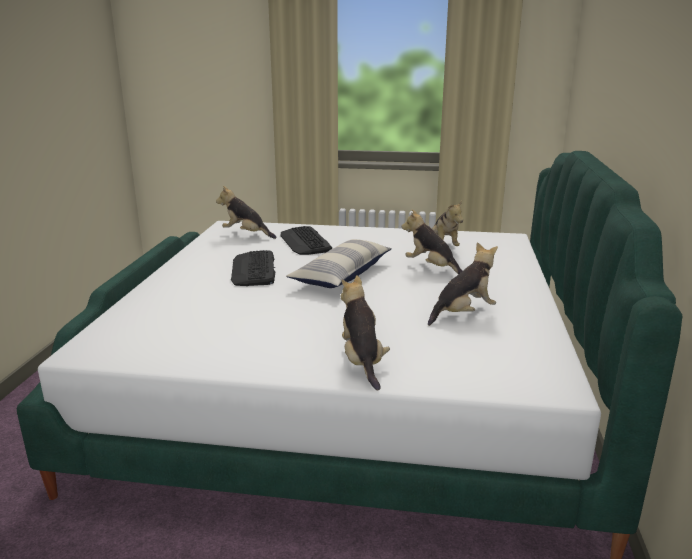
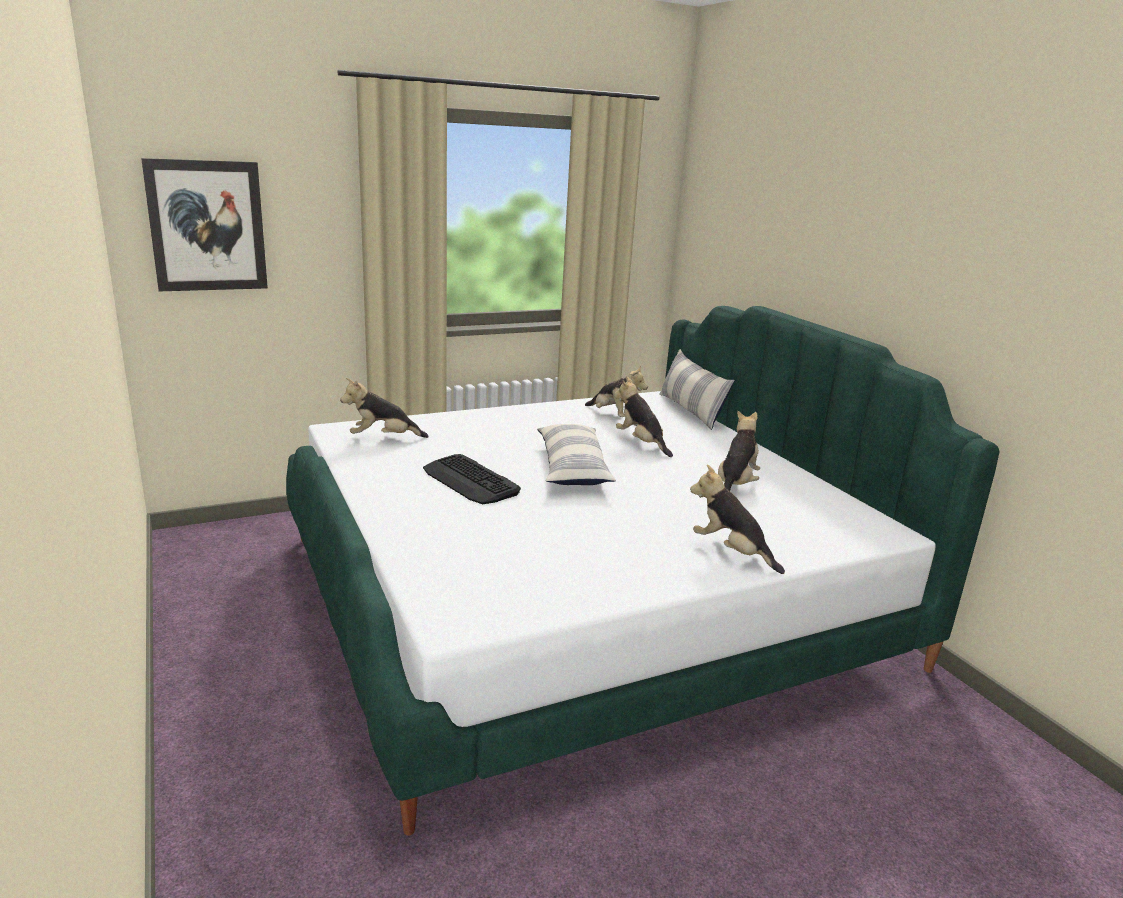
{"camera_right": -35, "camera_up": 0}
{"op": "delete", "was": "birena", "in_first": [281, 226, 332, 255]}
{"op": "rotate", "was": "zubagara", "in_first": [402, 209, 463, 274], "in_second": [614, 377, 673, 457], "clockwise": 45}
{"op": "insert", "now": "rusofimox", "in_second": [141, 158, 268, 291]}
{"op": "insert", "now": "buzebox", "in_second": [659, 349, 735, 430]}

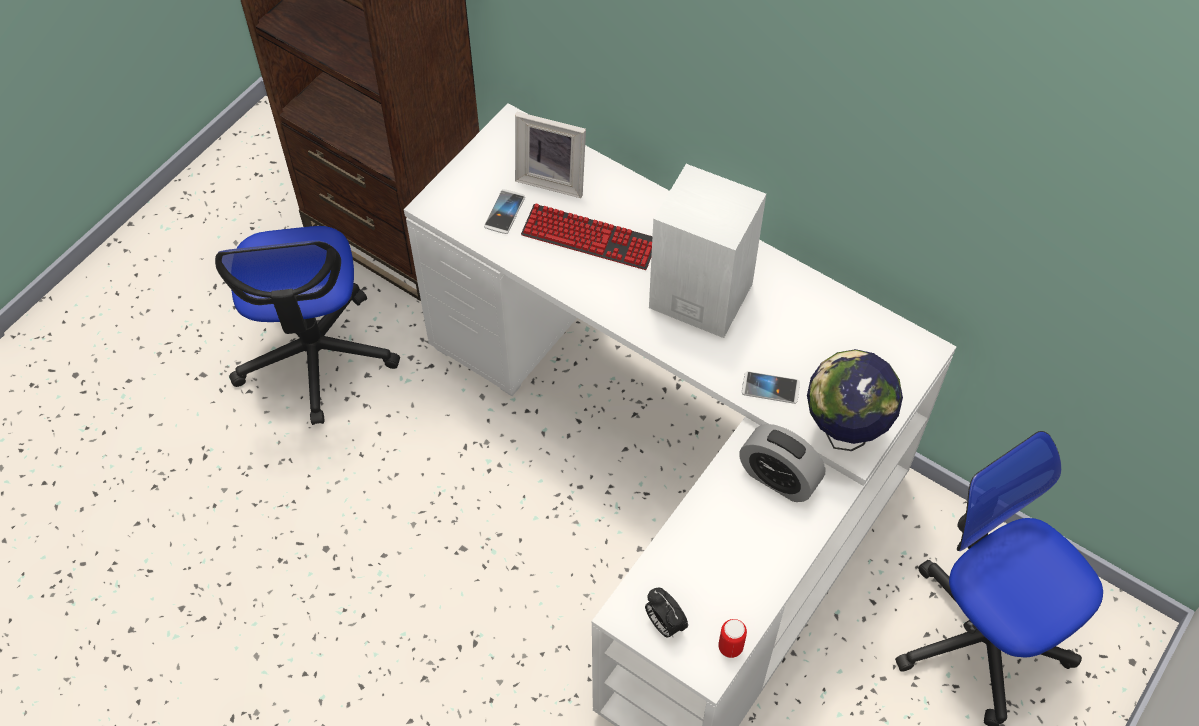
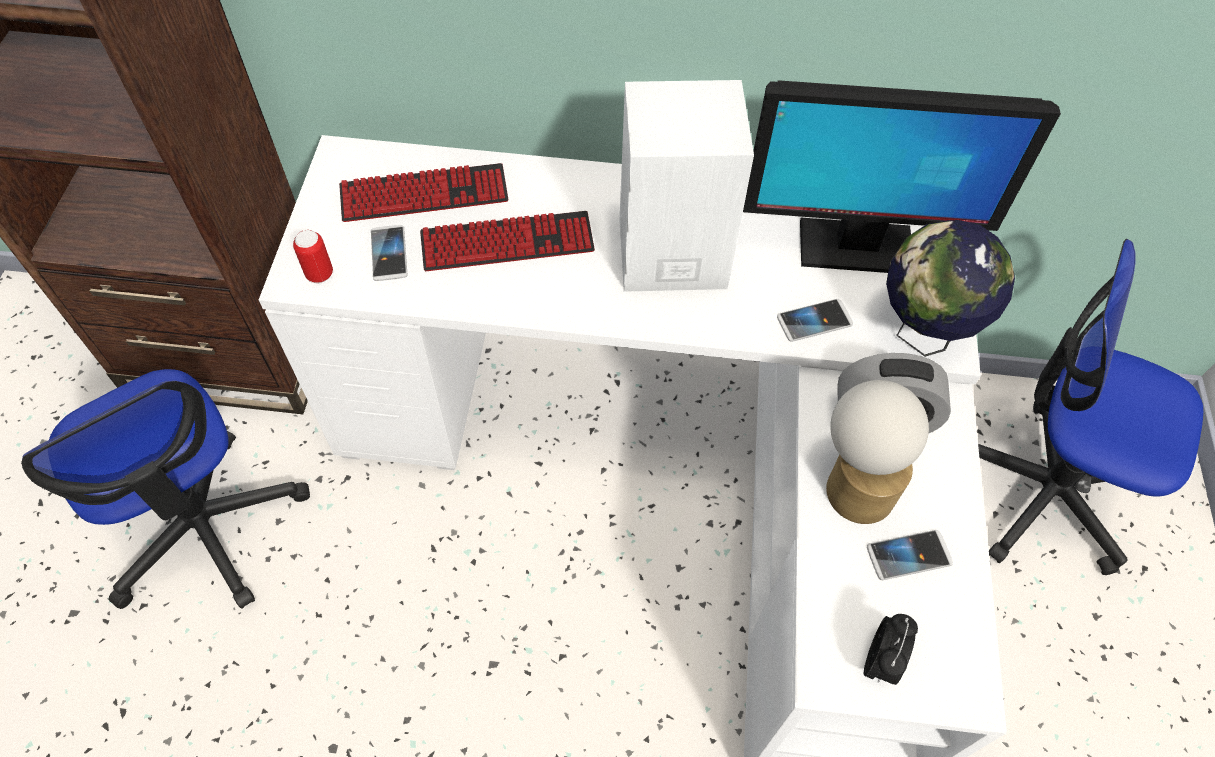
{"camera_right": -30, "camera_up": 0}
{"op": "replace", "was": "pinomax", "now": "birena", "in_first": [515, 112, 586, 198], "in_second": [339, 163, 508, 222]}
{"op": "rotate", "was": "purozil", "in_first": [645, 588, 688, 638], "in_second": [864, 614, 918, 685], "clockwise": -90}
{"op": "move", "was": "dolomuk", "in_first": [718, 619, 747, 658], "in_second": [293, 230, 333, 283]}
{"op": "insert", "now": "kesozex", "in_second": [743, 80, 1061, 273]}
{"op": "insert", "now": "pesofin", "in_second": [826, 380, 929, 524]}
{"op": "insert", "now": "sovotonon", "in_second": [867, 530, 953, 580]}

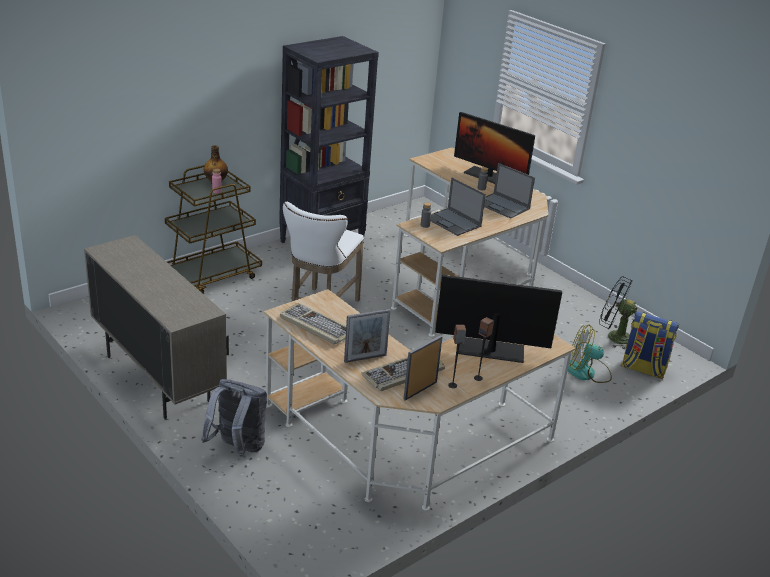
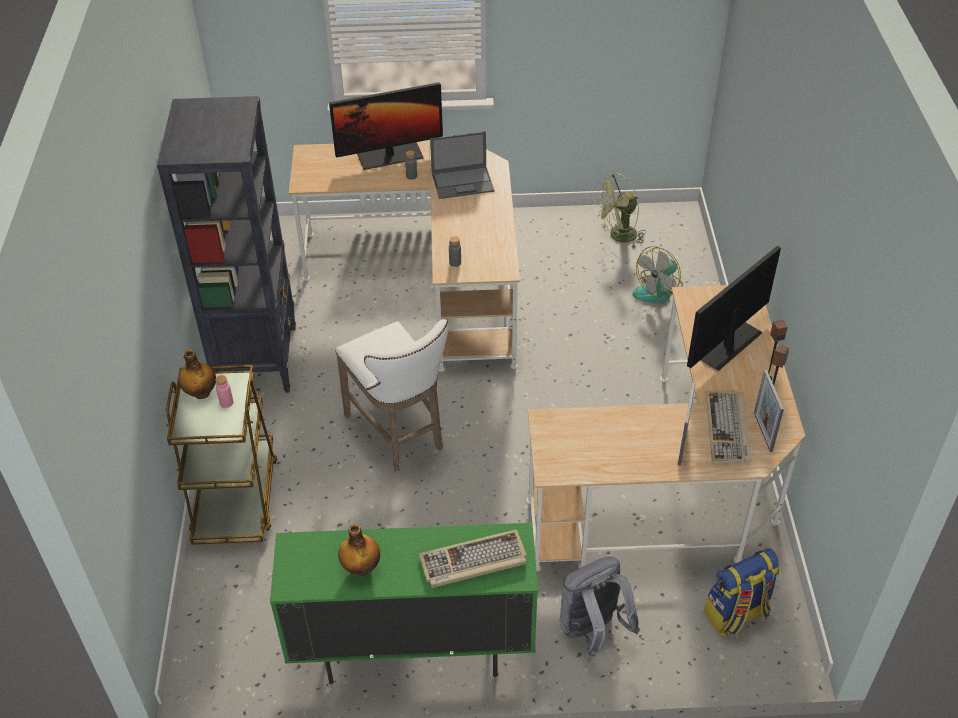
{"camera_right": -50, "camera_up": 15}
{"op": "recolor", "was": "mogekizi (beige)", "now": "mogekizi (green)", "in_first": [84, 235, 229, 419], "in_second": [270, 523, 538, 684]}
{"op": "move", "was": "birena", "in_first": [280, 303, 346, 344], "in_second": [419, 530, 527, 588]}
{"op": "delete", "was": "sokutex", "in_first": [430, 178, 486, 236]}
{"op": "recolor", "was": "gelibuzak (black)", "now": "gelibuzak (green)", "in_first": [599, 277, 638, 349], "in_second": [593, 173, 646, 249]}
{"op": "move", "was": "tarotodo", "in_first": [621, 311, 679, 379], "in_second": [704, 548, 780, 636]}
{"op": "insert", "now": "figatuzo", "in_second": [338, 524, 380, 576]}

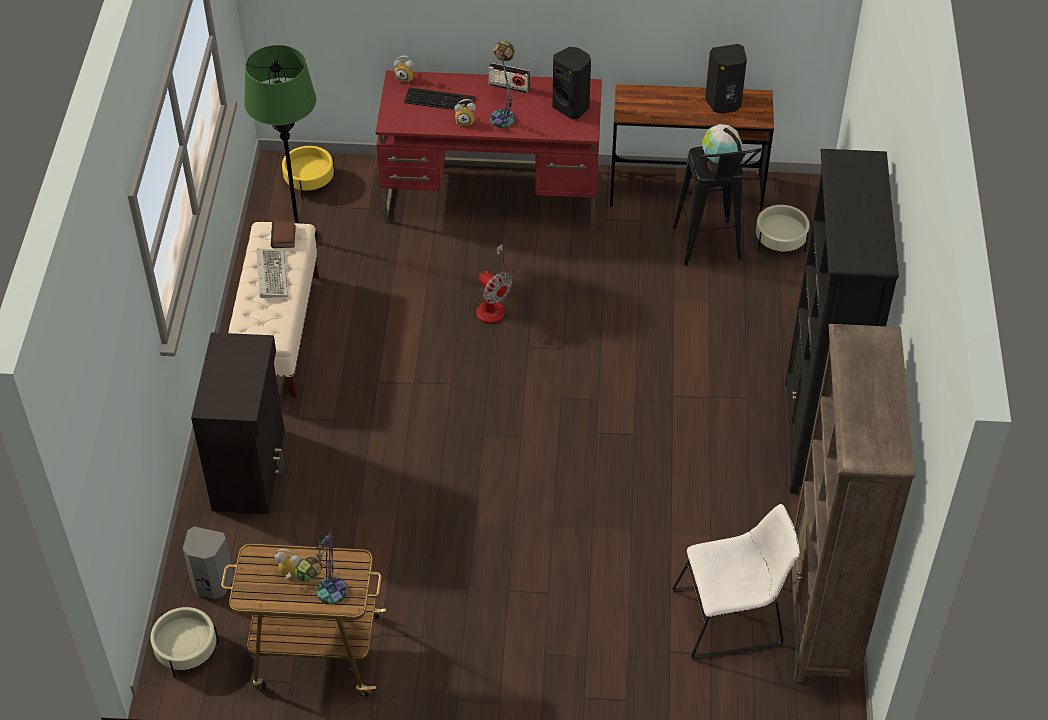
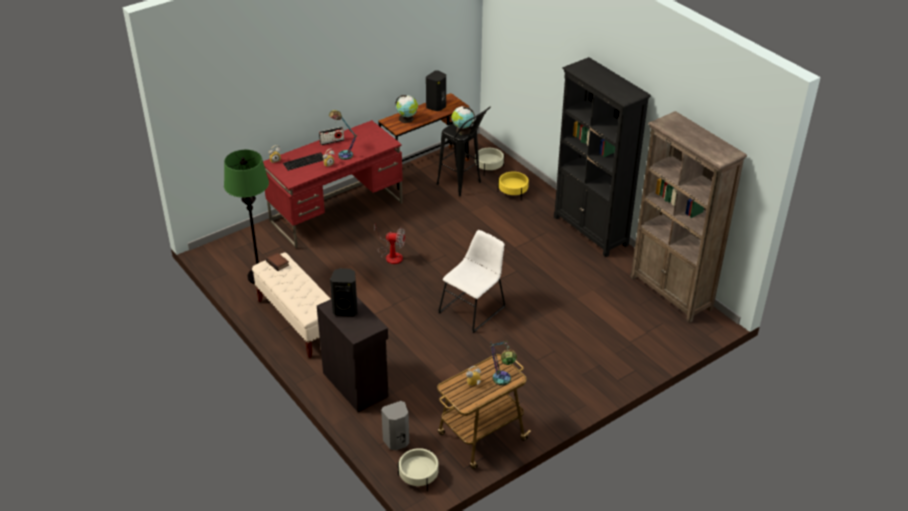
{"camera_right": -40, "camera_up": -10}
{"op": "delete", "was": "birena", "in_first": [256, 249, 288, 298]}
{"op": "move", "was": "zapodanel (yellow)", "in_first": [282, 146, 335, 200], "in_second": [498, 171, 529, 199]}
{"op": "move", "was": "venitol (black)", "in_first": [552, 47, 591, 119], "in_second": [330, 268, 358, 316]}
{"op": "move", "was": "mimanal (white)", "in_first": [672, 504, 800, 660], "in_second": [438, 230, 505, 333]}
{"op": "insert", "now": "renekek", "in_second": [396, 95, 418, 123]}

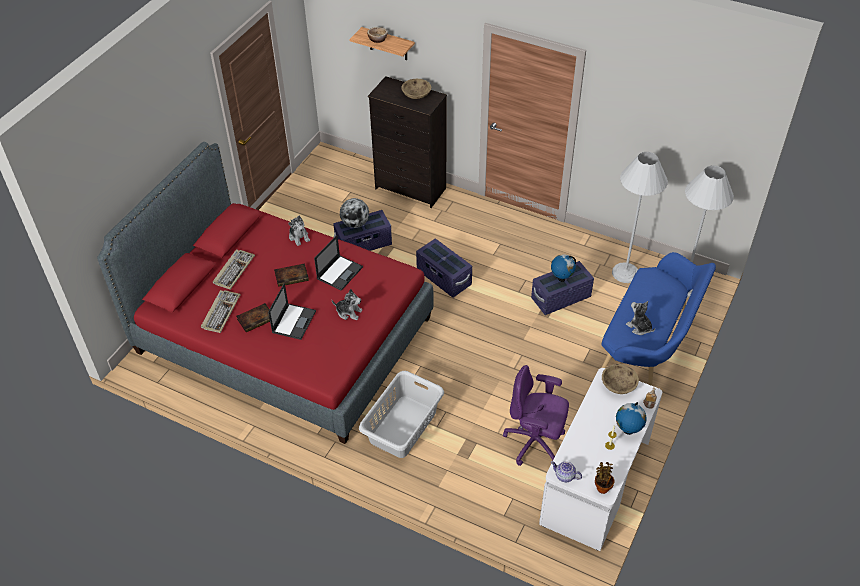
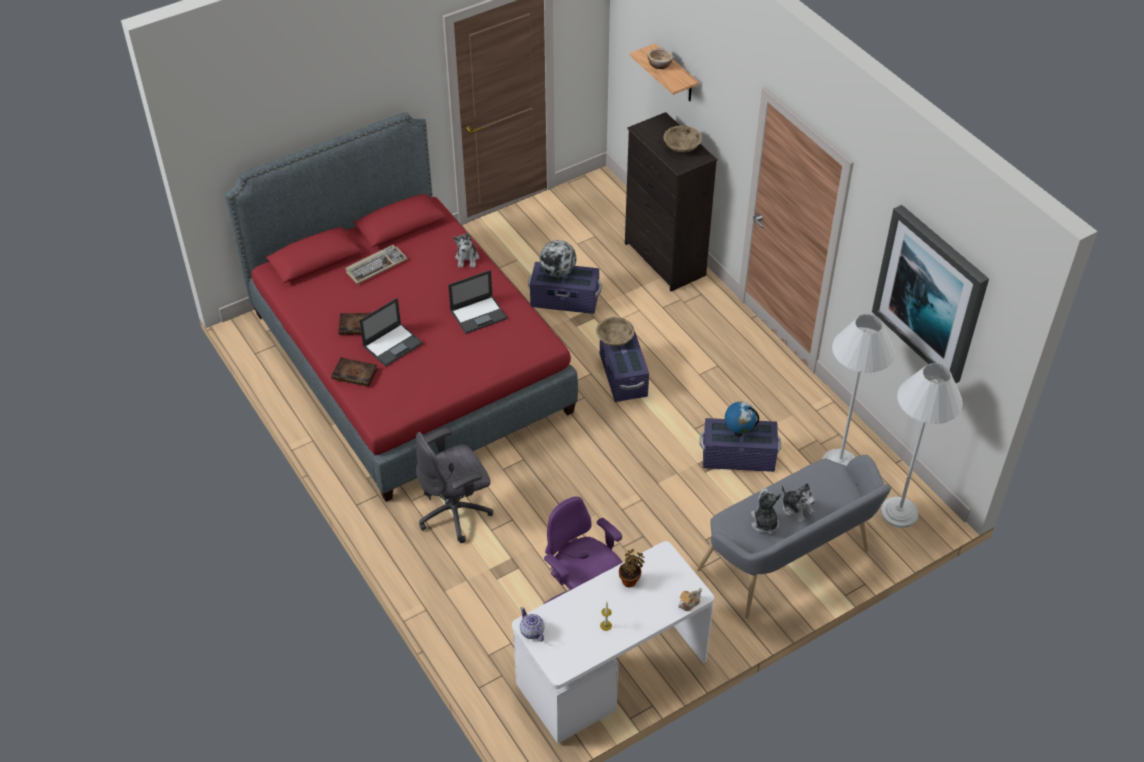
{"camera_right": 30, "camera_up": 0}
{"op": "delete", "was": "birena", "in_first": [201, 290, 241, 333]}
{"op": "move", "was": "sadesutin", "in_first": [274, 264, 309, 287], "in_second": [331, 357, 378, 387]}
{"op": "move", "was": "zubagara", "in_first": [332, 289, 362, 320], "in_second": [782, 483, 815, 523]}
{"op": "replace", "was": "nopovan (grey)", "now": "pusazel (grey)", "in_first": [359, 371, 444, 458], "in_second": [416, 427, 493, 543]}
{"op": "move", "was": "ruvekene", "in_first": [595, 462, 615, 494], "in_second": [619, 549, 645, 587]}
{"op": "recolor", "was": "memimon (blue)", "now": "memimon (grey)", "in_first": [601, 252, 716, 386], "in_second": [697, 455, 891, 619]}
{"op": "move", "was": "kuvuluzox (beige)", "in_first": [602, 364, 639, 394], "in_second": [596, 317, 635, 346]}
{"op": "delete", "was": "renekek", "in_first": [616, 402, 646, 435]}
{"op": "insert", "now": "rusofimox", "in_second": [872, 205, 989, 383]}

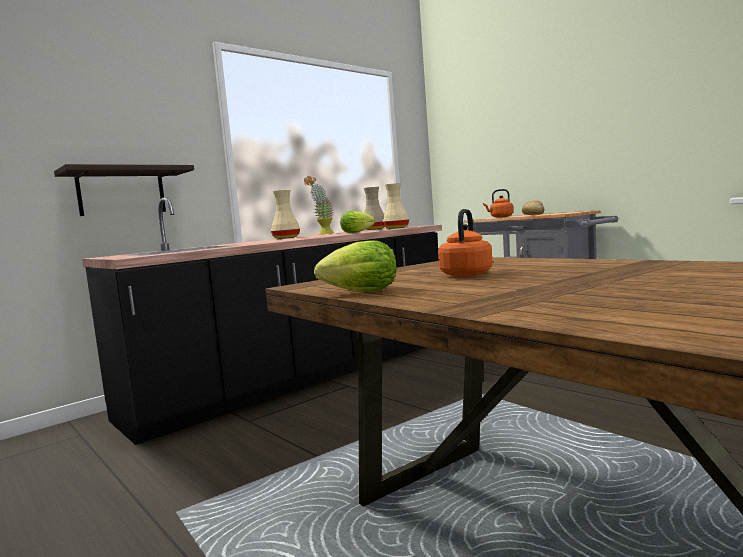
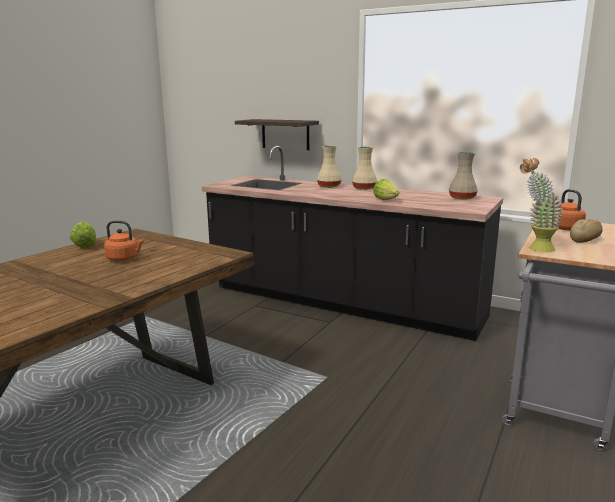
{"camera_right": 70, "camera_up": 10}
{"op": "move", "was": "ruvekene", "in_first": [304, 176, 334, 235], "in_second": [520, 157, 563, 252]}
{"op": "move", "was": "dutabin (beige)", "in_first": [382, 183, 409, 229], "in_second": [317, 146, 341, 188]}

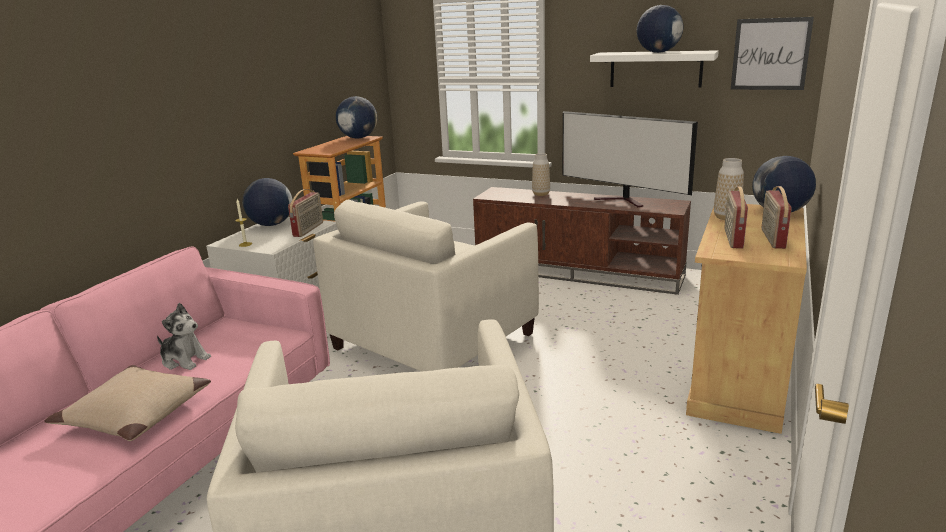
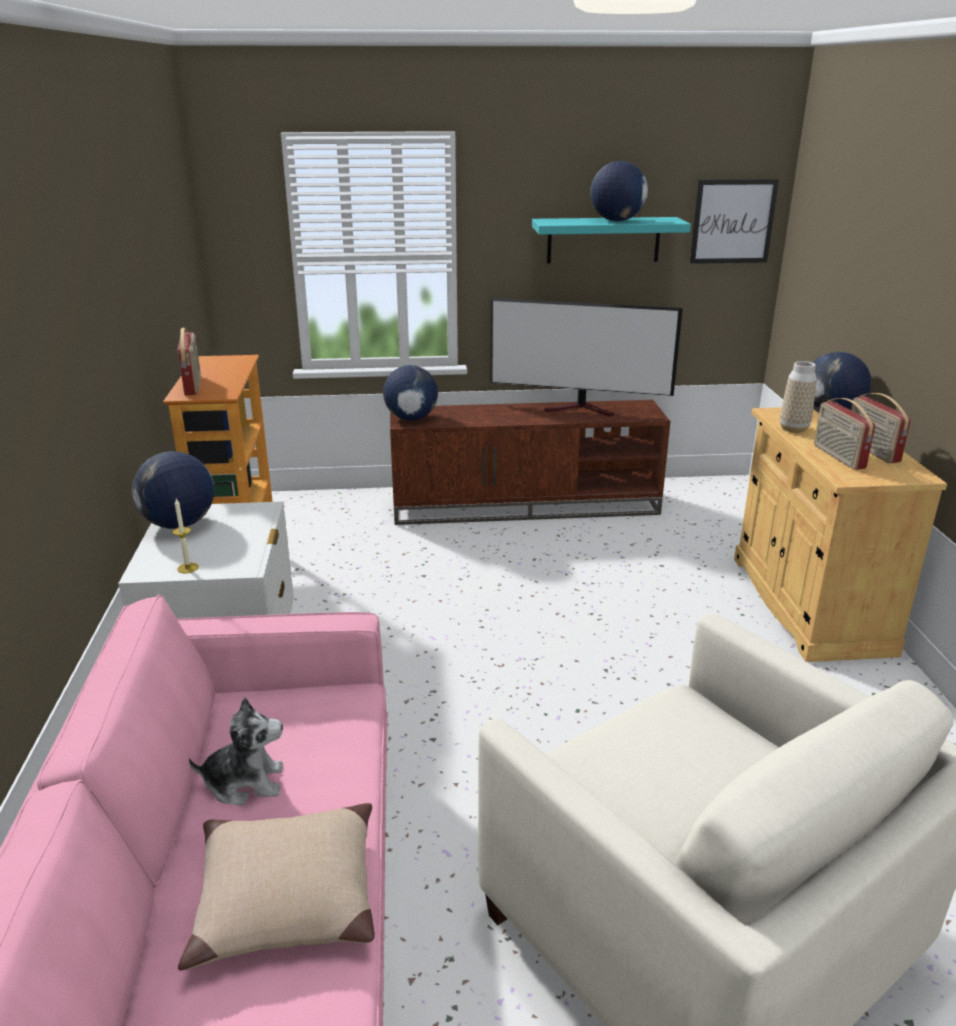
{"camera_right": -30, "camera_up": 5}
{"op": "move", "was": "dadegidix", "in_first": [288, 189, 323, 237], "in_second": [178, 328, 201, 396]}
{"op": "delete", "was": "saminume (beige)", "in_first": [313, 200, 539, 371]}
{"op": "move", "was": "renekek", "in_first": [336, 96, 377, 139], "in_second": [383, 365, 438, 420]}
{"op": "delete", "was": "dutabin", "in_first": [532, 153, 550, 196]}
{"op": "recolor", "was": "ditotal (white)", "now": "ditotal (turquoise)", "in_first": [590, 50, 719, 87], "in_second": [532, 217, 691, 264]}

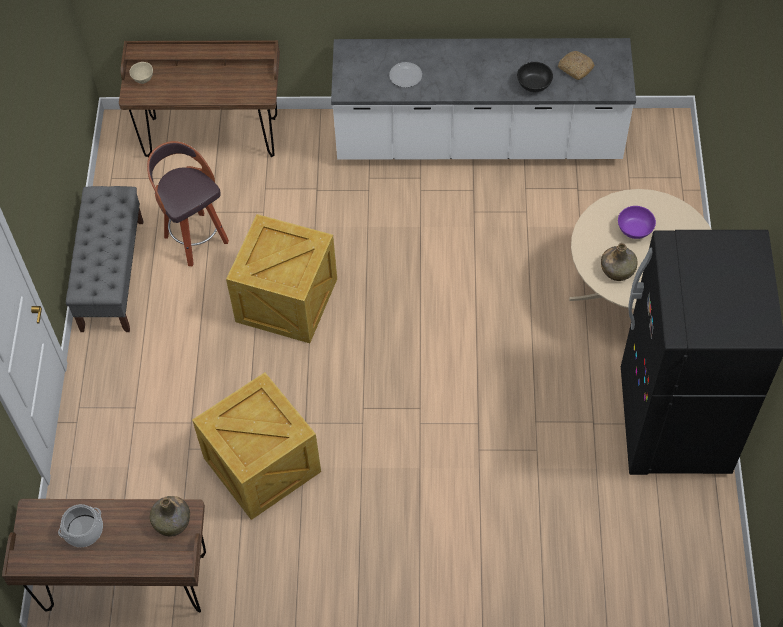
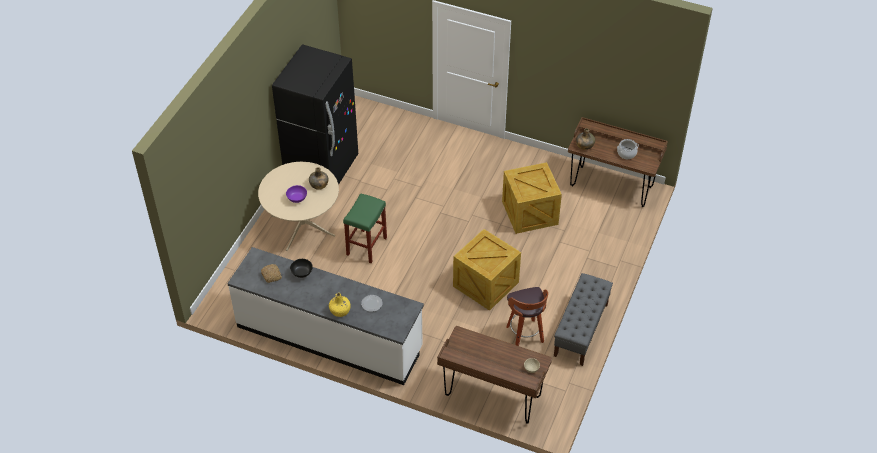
{"camera_right": -160, "camera_up": -10}
{"op": "insert", "now": "figatuzo (yellow)", "in_second": [329, 293, 351, 317]}
{"op": "insert", "now": "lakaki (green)", "in_second": [343, 193, 387, 263]}

